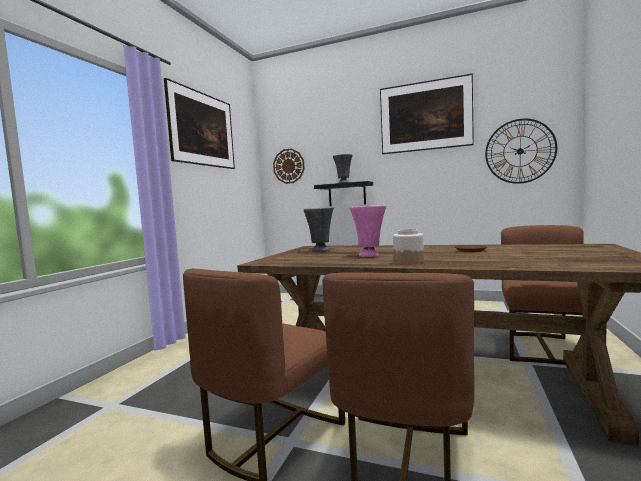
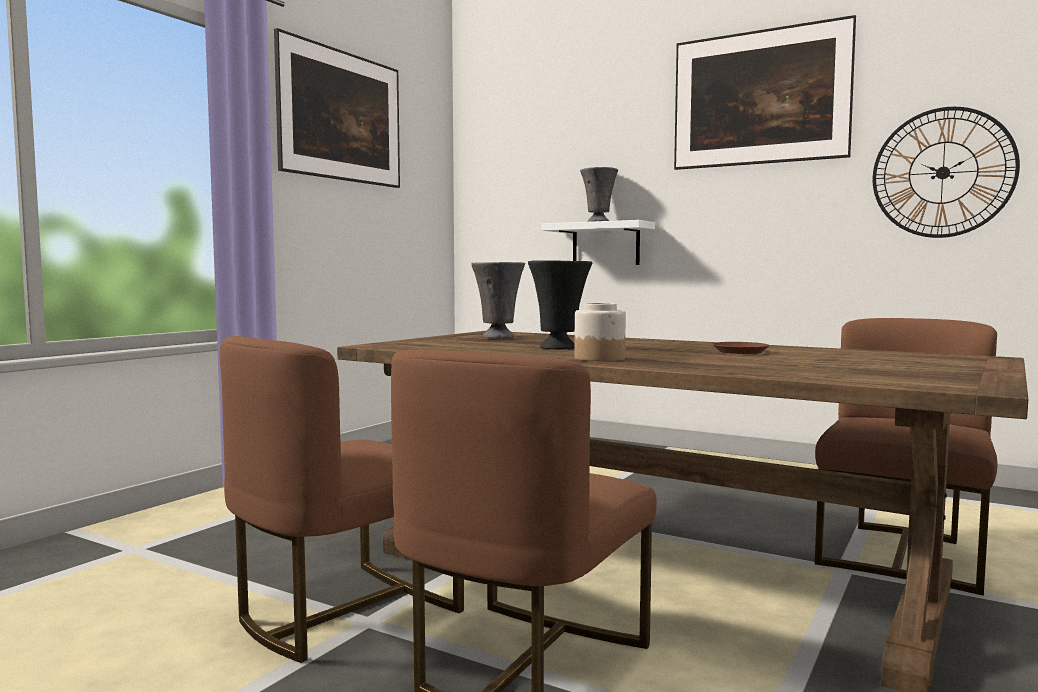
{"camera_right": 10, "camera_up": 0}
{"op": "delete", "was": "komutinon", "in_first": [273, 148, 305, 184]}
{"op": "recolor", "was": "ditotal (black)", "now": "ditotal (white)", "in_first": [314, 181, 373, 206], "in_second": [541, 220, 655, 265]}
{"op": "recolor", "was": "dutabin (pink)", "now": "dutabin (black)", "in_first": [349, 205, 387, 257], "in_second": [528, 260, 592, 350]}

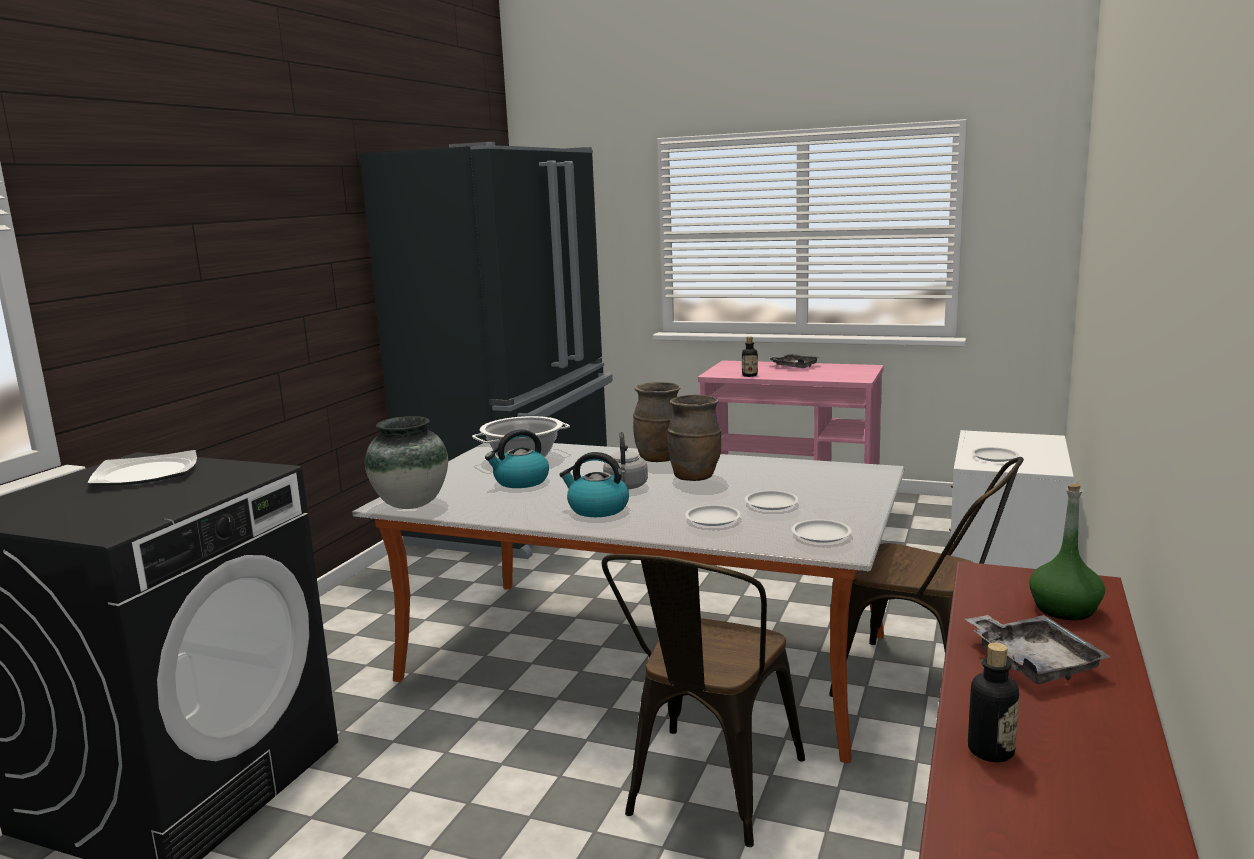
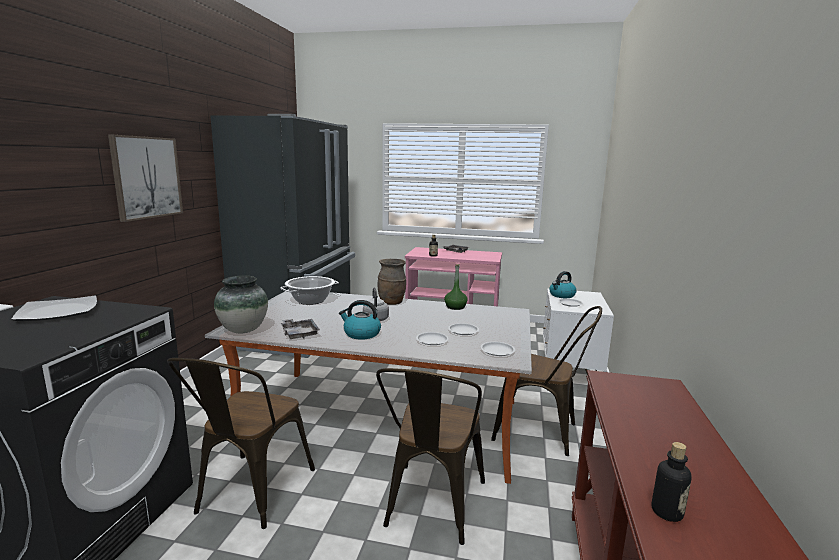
{"camera_right": -10, "camera_up": 0}
{"op": "move", "was": "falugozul", "in_first": [485, 429, 549, 488], "in_second": [549, 271, 577, 298]}
{"op": "delete", "was": "dutabin (brown)", "in_first": [667, 394, 721, 481]}
{"op": "move", "was": "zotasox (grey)", "in_first": [965, 614, 1111, 684], "in_second": [281, 319, 320, 339]}
{"op": "move", "was": "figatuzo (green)", "in_first": [1029, 484, 1105, 620], "in_second": [444, 264, 468, 310]}
{"op": "insert", "now": "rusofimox", "in_second": [108, 135, 183, 222]}
{"op": "insert", "now": "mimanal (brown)", "in_second": [167, 358, 315, 529]}

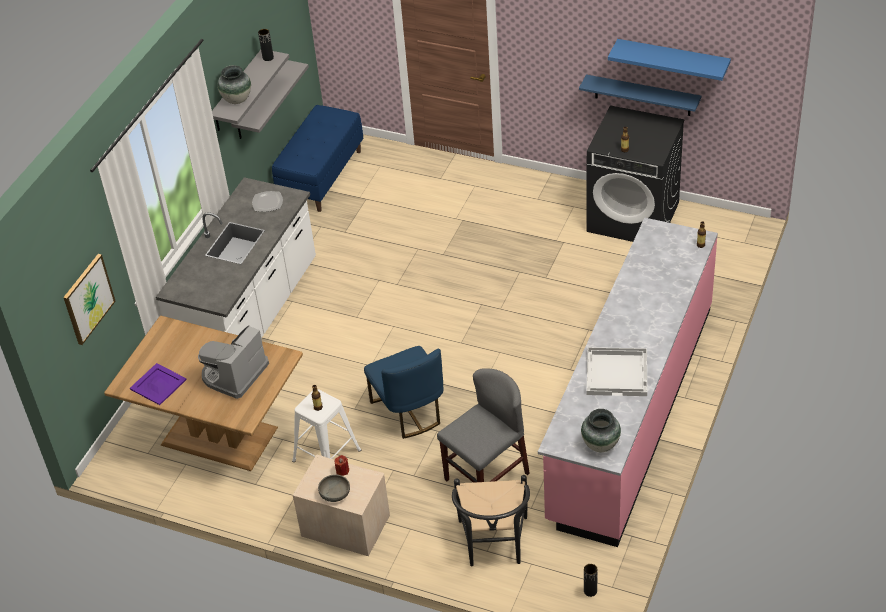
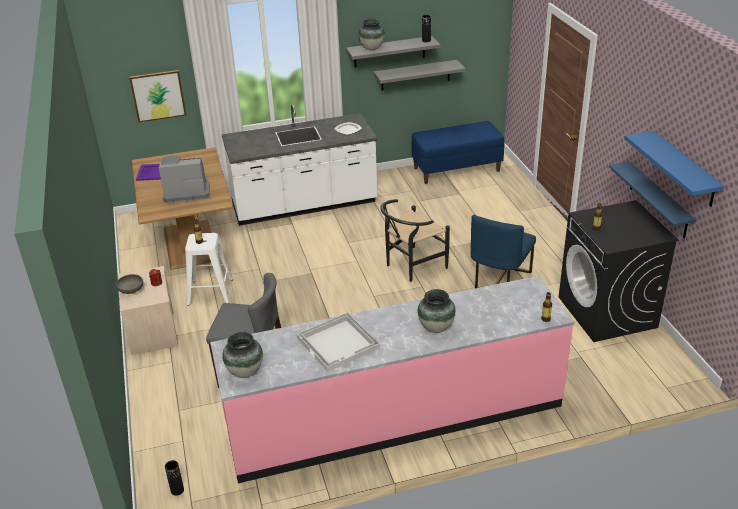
{"camera_right": 50, "camera_up": -10}
{"op": "move", "was": "mimanal (blue)", "in_first": [364, 346, 444, 439], "in_second": [471, 215, 536, 288]}
{"op": "move", "was": "mimanal (black)", "in_first": [452, 475, 530, 566], "in_second": [380, 199, 450, 282]}
{"op": "insert", "now": "dutabin", "in_second": [417, 289, 456, 333]}

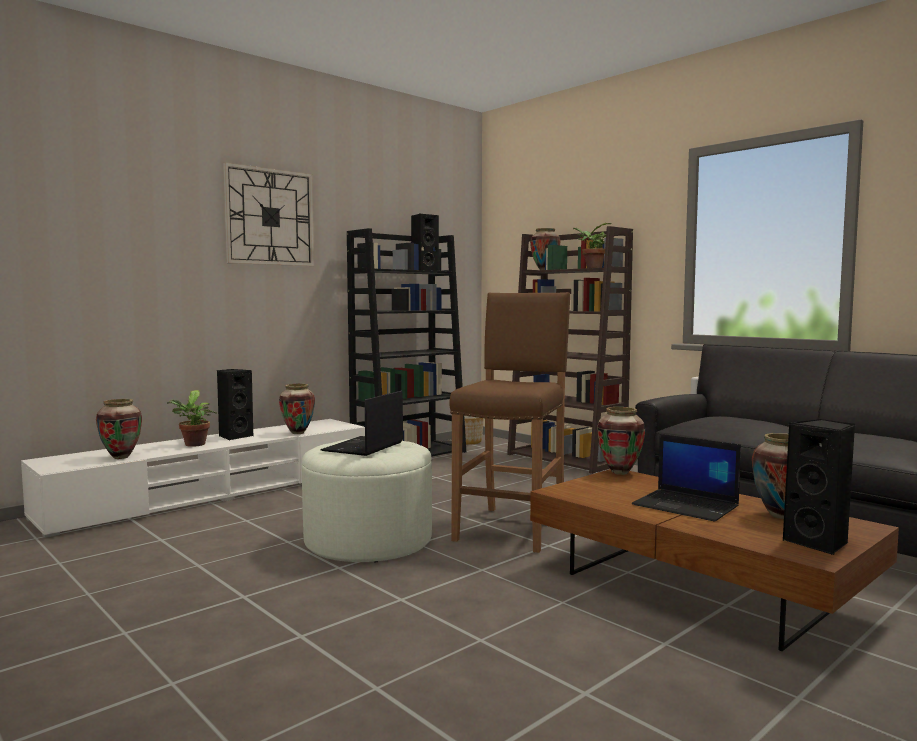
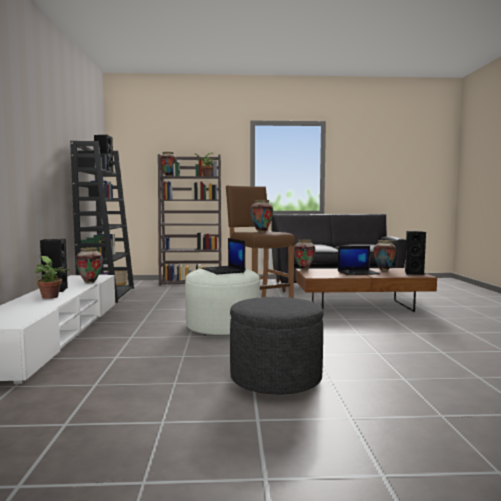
{"camera_right": -50, "camera_up": 0}
{"op": "move", "was": "dutabin", "in_first": [96, 399, 142, 459], "in_second": [250, 200, 273, 232]}
{"op": "delete", "was": "komutinon", "in_first": [223, 162, 314, 266]}
{"op": "insert", "now": "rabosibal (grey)", "in_second": [230, 297, 323, 394]}

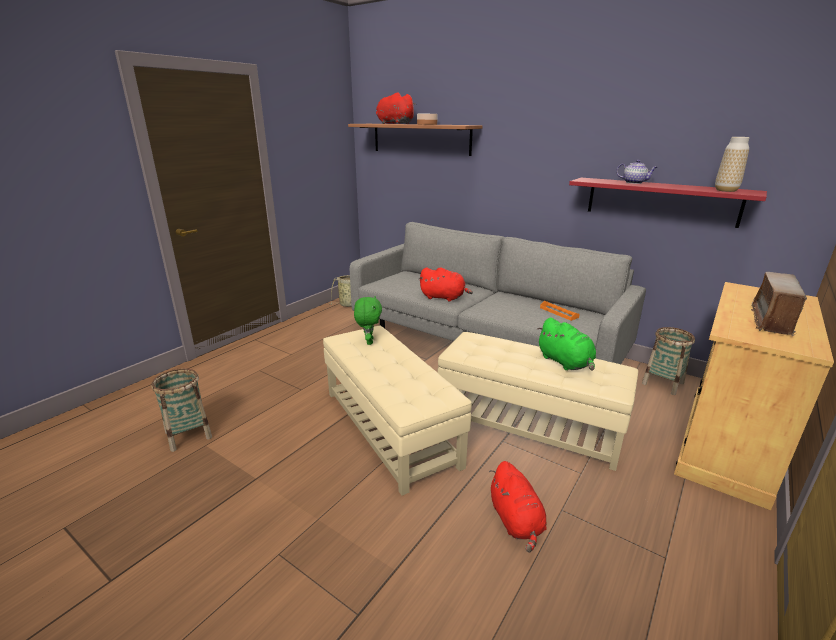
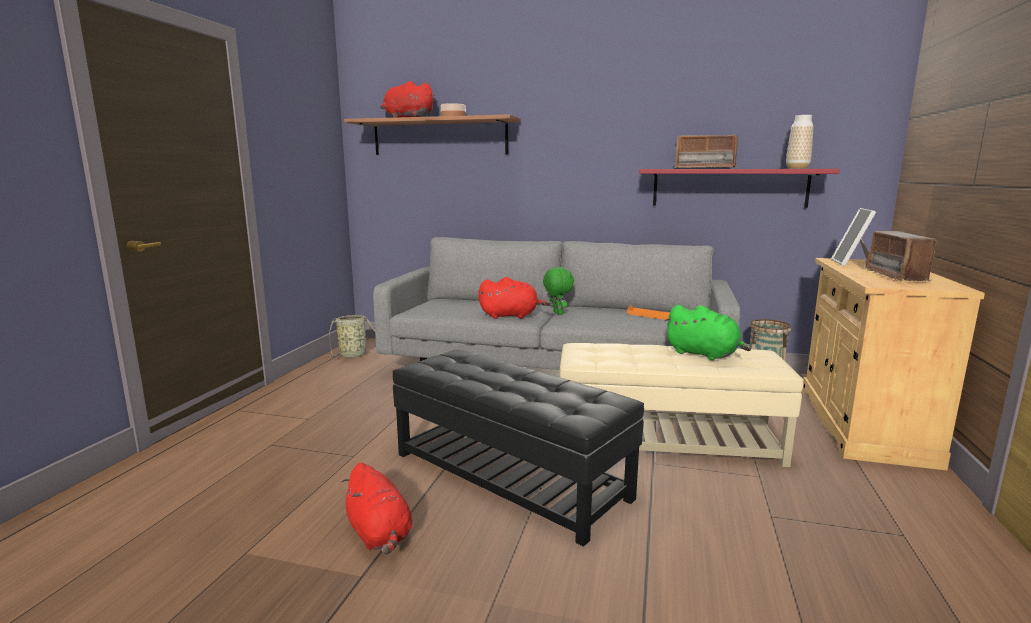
{"camera_right": -20, "camera_up": -10}
{"op": "delete", "was": "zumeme", "in_first": [151, 368, 212, 452]}
{"op": "recolor", "was": "rabosibal (beige)", "now": "rabosibal (black)", "in_first": [323, 326, 472, 496], "in_second": [392, 350, 644, 547]}
{"op": "move", "was": "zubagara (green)", "in_first": [354, 296, 382, 345], "in_second": [543, 267, 574, 315]}
{"op": "move", "was": "zubagara (red)", "in_first": [489, 461, 547, 552], "in_second": [342, 463, 412, 555]}
{"op": "replace", "was": "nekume", "now": "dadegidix", "in_first": [616, 160, 657, 184], "in_second": [673, 134, 738, 168]}
{"op": "insert", "now": "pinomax", "in_second": [831, 208, 876, 266]}

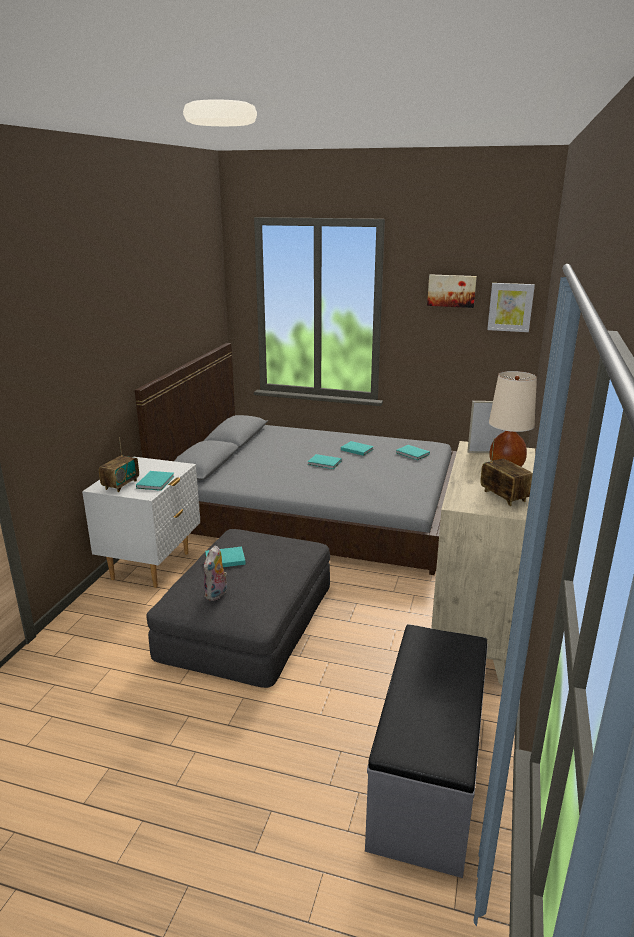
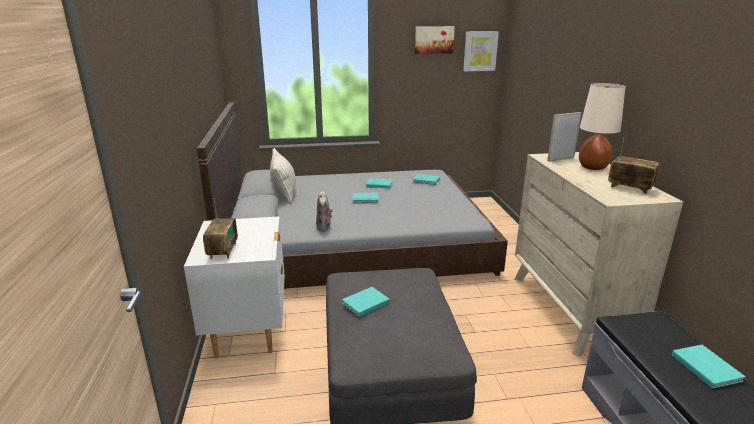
{"camera_right": -25, "camera_up": 0}
{"op": "move", "was": "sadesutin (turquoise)", "in_first": [136, 471, 175, 491], "in_second": [672, 345, 746, 389]}
{"op": "move", "was": "zubagara", "in_first": [203, 546, 227, 601], "in_second": [316, 190, 333, 232]}
{"op": "insert", "now": "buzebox", "in_second": [270, 148, 296, 204]}

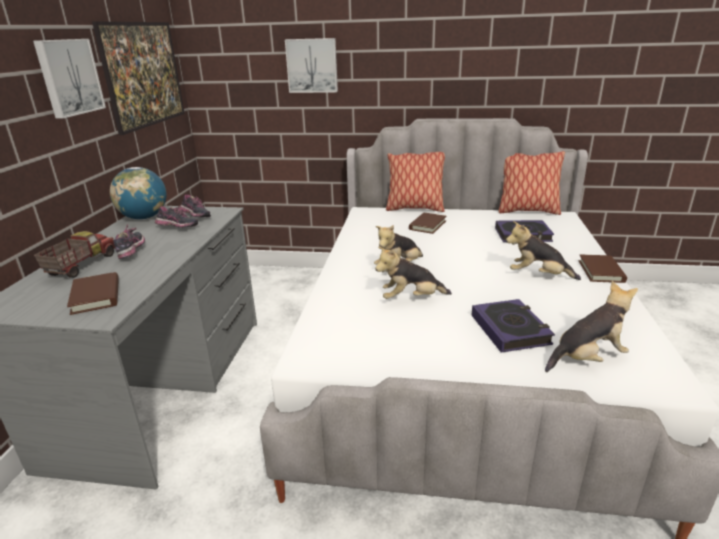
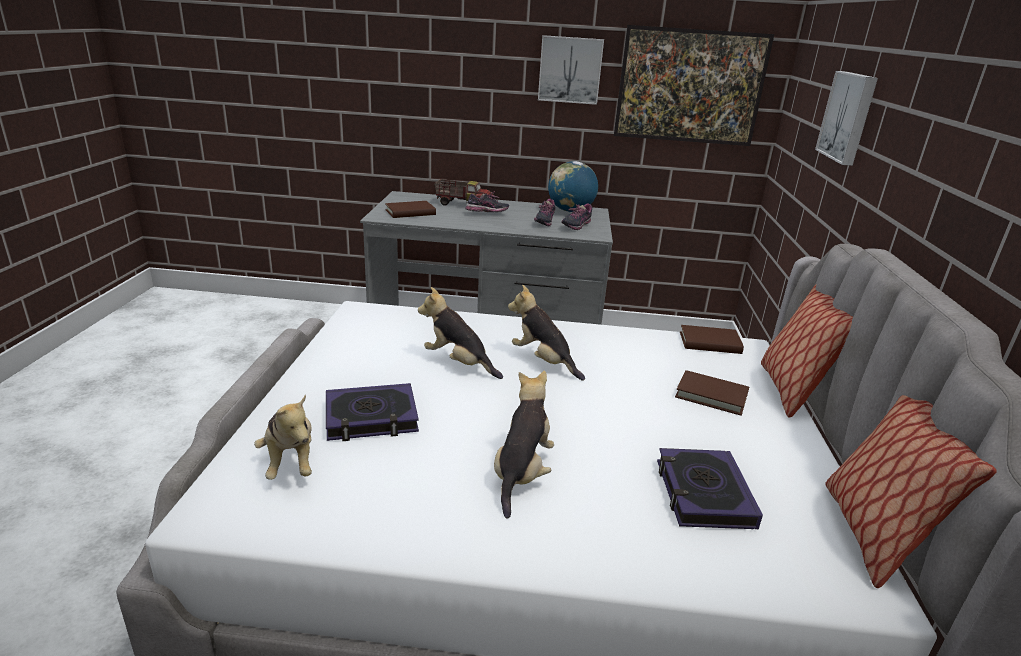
{"camera_right": 85, "camera_up": 0}
{"op": "rotate", "was": "zubagara", "in_first": [375, 246, 452, 299], "in_second": [418, 287, 503, 379], "clockwise": -45}
{"op": "move", "was": "sadesutin (brown)", "in_first": [578, 254, 627, 283], "in_second": [680, 325, 744, 354]}

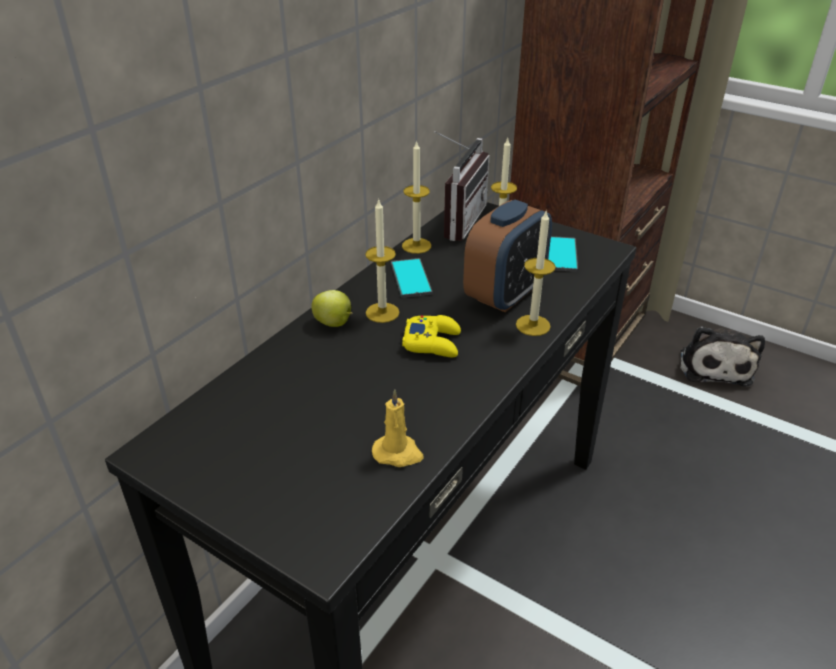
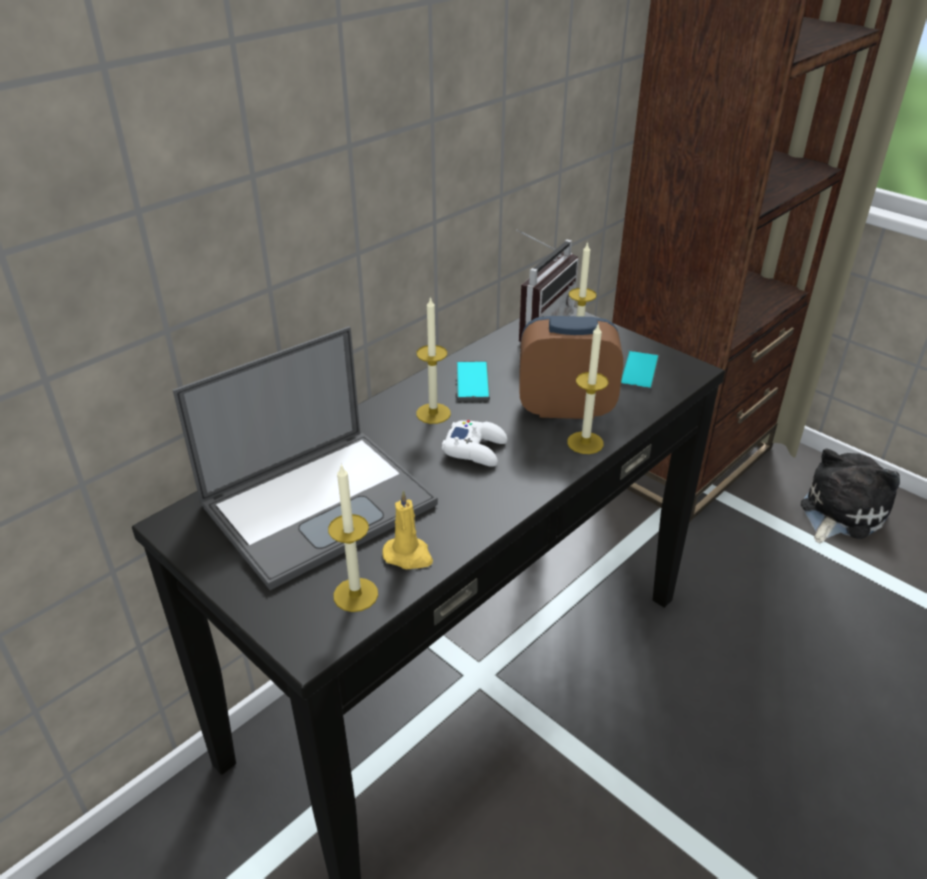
{"camera_right": 10, "camera_up": 0}
{"op": "delete", "was": "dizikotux", "in_first": [311, 290, 353, 327]}
{"op": "move", "was": "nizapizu", "in_first": [402, 140, 431, 254], "in_second": [328, 463, 378, 612]}
{"op": "recolor", "was": "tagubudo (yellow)", "now": "tagubudo (white)", "in_first": [402, 315, 461, 357], "in_second": [442, 420, 507, 467]}
{"op": "rotate", "was": "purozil", "in_first": [463, 200, 552, 313], "in_second": [519, 316, 623, 419], "clockwise": -135}
{"op": "rotate", "was": "zubagara", "in_first": [681, 326, 765, 387], "in_second": [801, 449, 900, 543], "clockwise": -150}
{"op": "insert", "now": "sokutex", "in_second": [173, 326, 438, 590]}

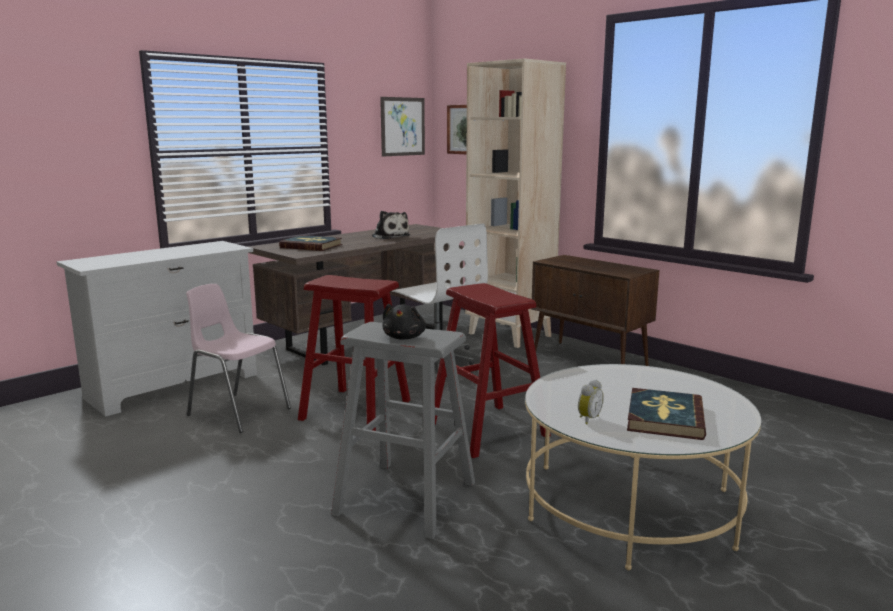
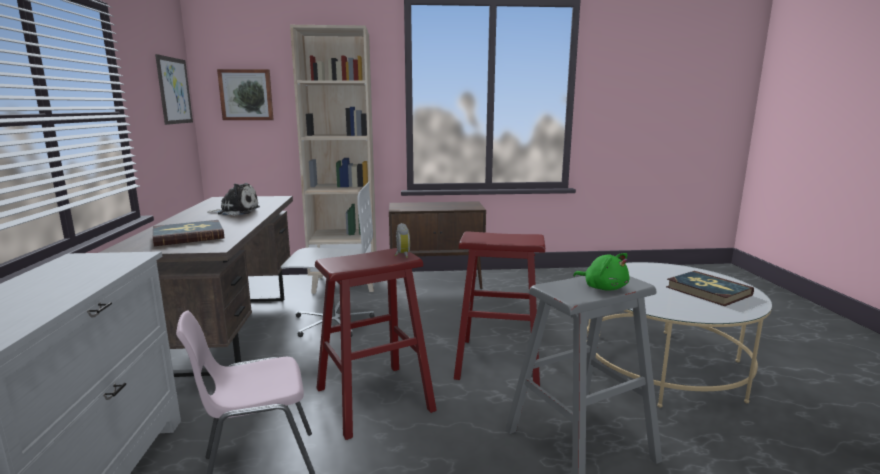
{"camera_right": -50, "camera_up": 0}
{"op": "recolor", "was": "zubagara (black)", "now": "zubagara (green)", "in_first": [382, 304, 426, 340], "in_second": [573, 253, 629, 291]}
{"op": "move", "was": "purozil", "in_first": [578, 380, 604, 424], "in_second": [395, 223, 410, 258]}

